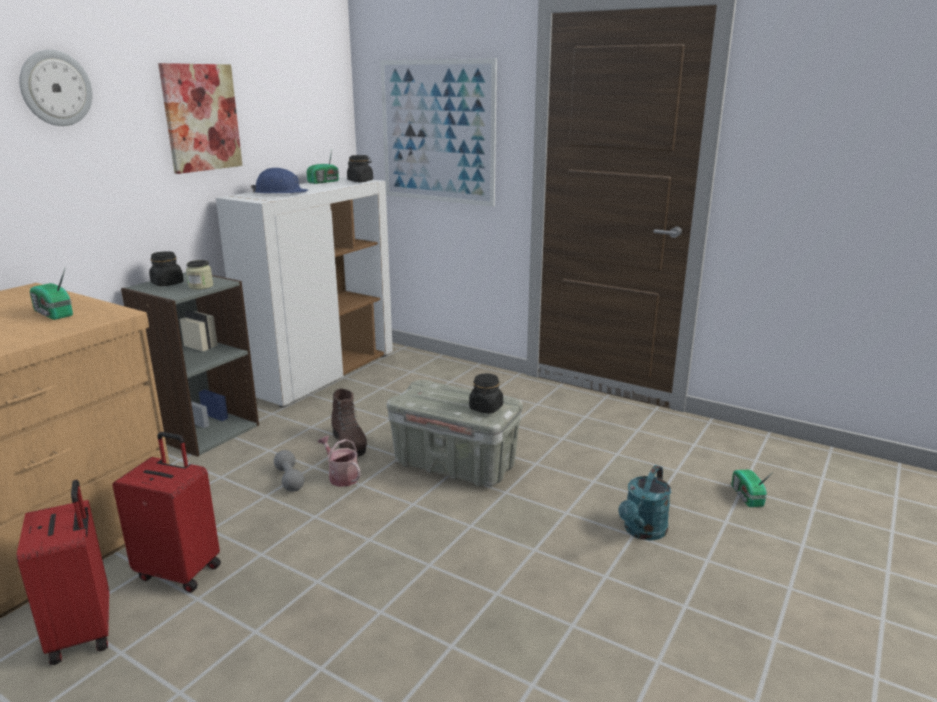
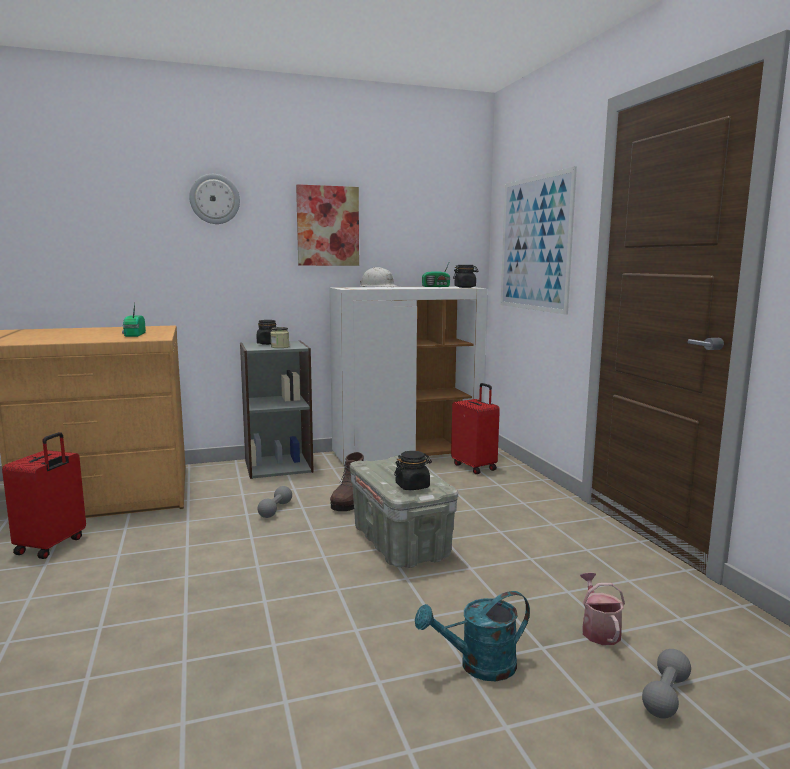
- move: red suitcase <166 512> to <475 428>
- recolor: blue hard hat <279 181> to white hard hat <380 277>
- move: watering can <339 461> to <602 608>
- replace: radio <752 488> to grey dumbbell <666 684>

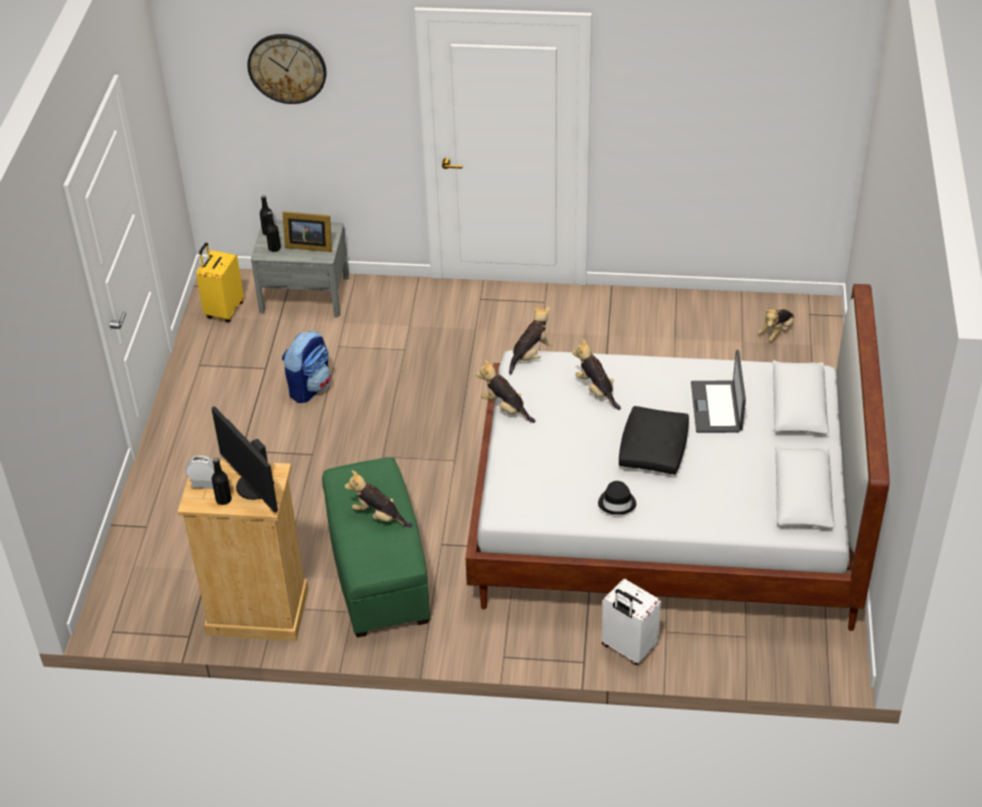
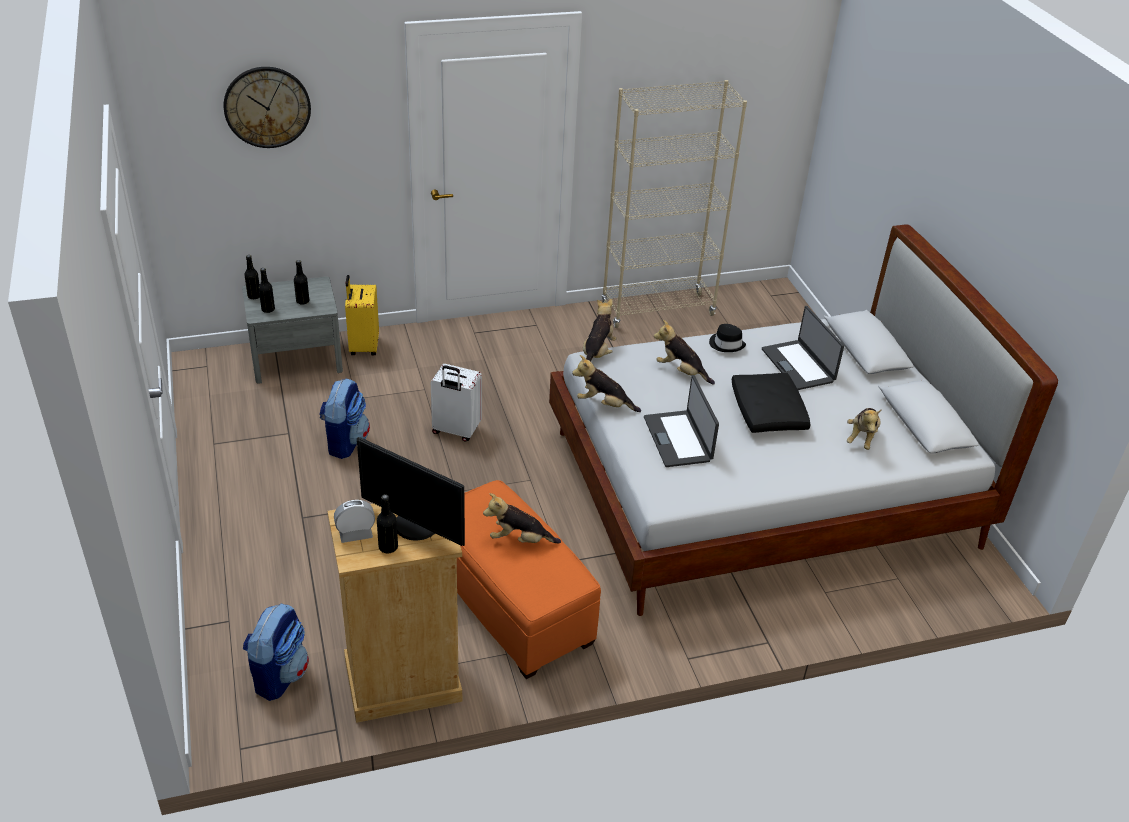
- move: yellow suitcase <220 282> to <362 315>
- replace: picture frame <307 231> to black bottle <301 282>
- recolor: green ottoman <376 547> to orange ottoman <529 579>
- move: black hat <617 498> to <727 338>
- move: white suitcase <631 622> to <456 402>
- move: plush toy <776 325> to <864 429>
- insert: backpack <276 652>
- insert: beige bookcase <674 204>
- insert: laptop <681 421>

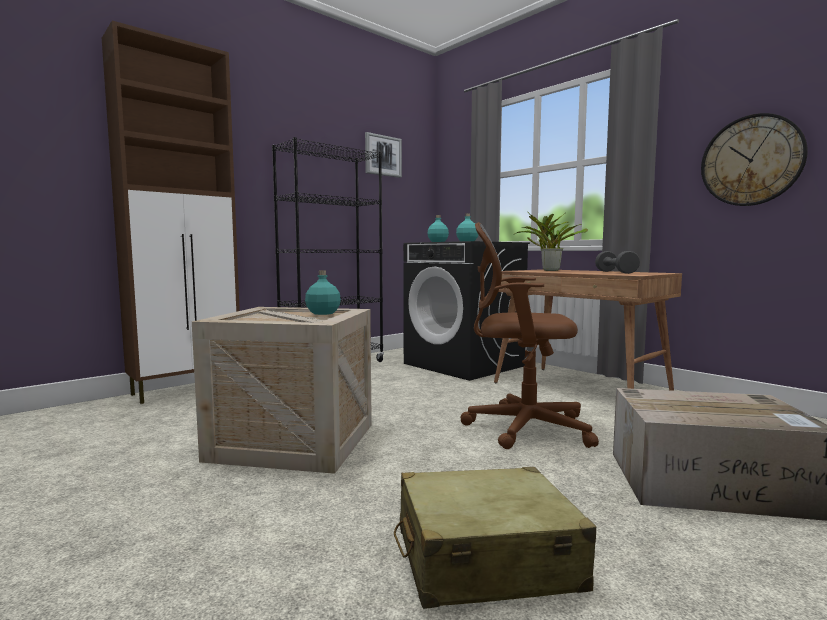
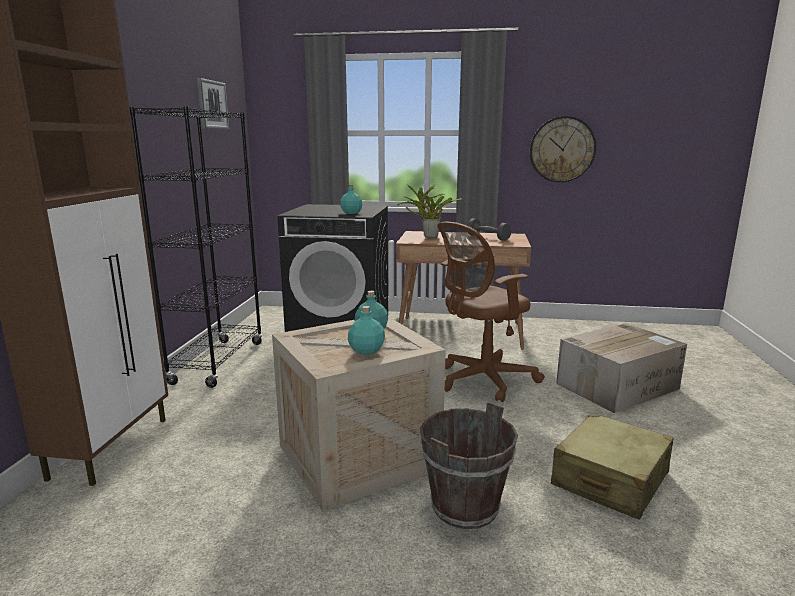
- move: turquoise bottle <438 228> to <366 330>
- insert: brown bucket <469 465>

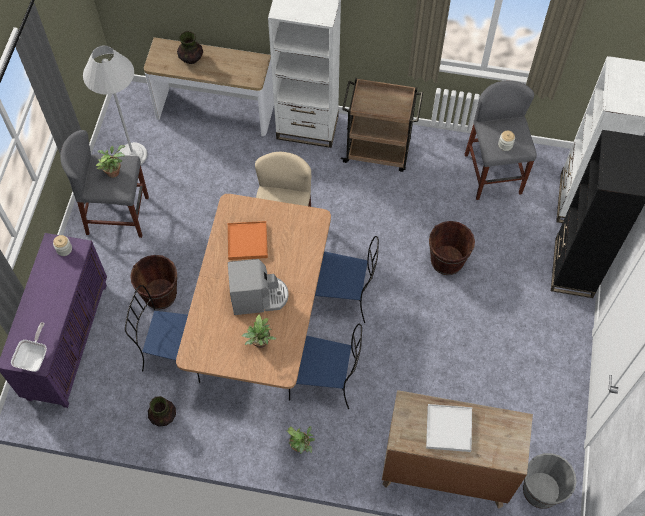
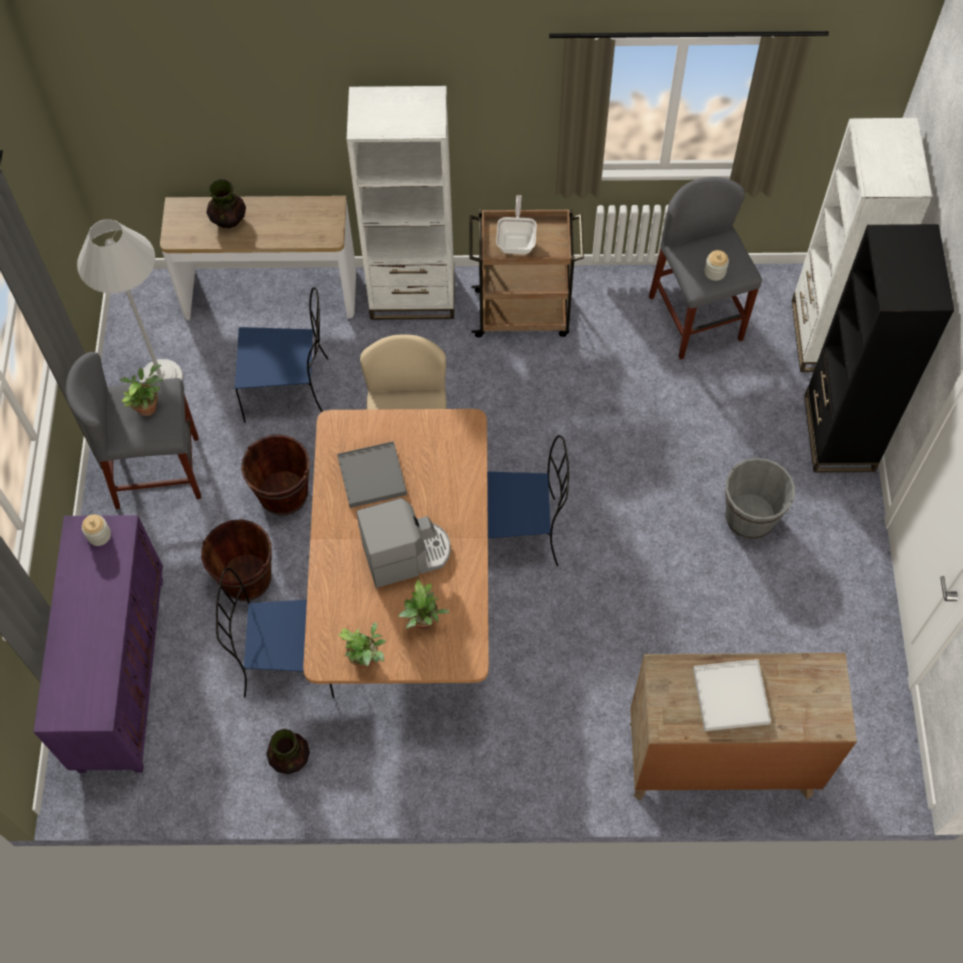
- move: frying pan <29 347> to <516 224>
- recolor: orange tray <248 240> to grey tray <372 474>
- move: potted plant <301 440> to <362 645>
- move: blue chair <325 366> to <281 355>
- move: brown bucket <452 248> to <275 475>
- move: grey bucket <550 481> to <760 498>

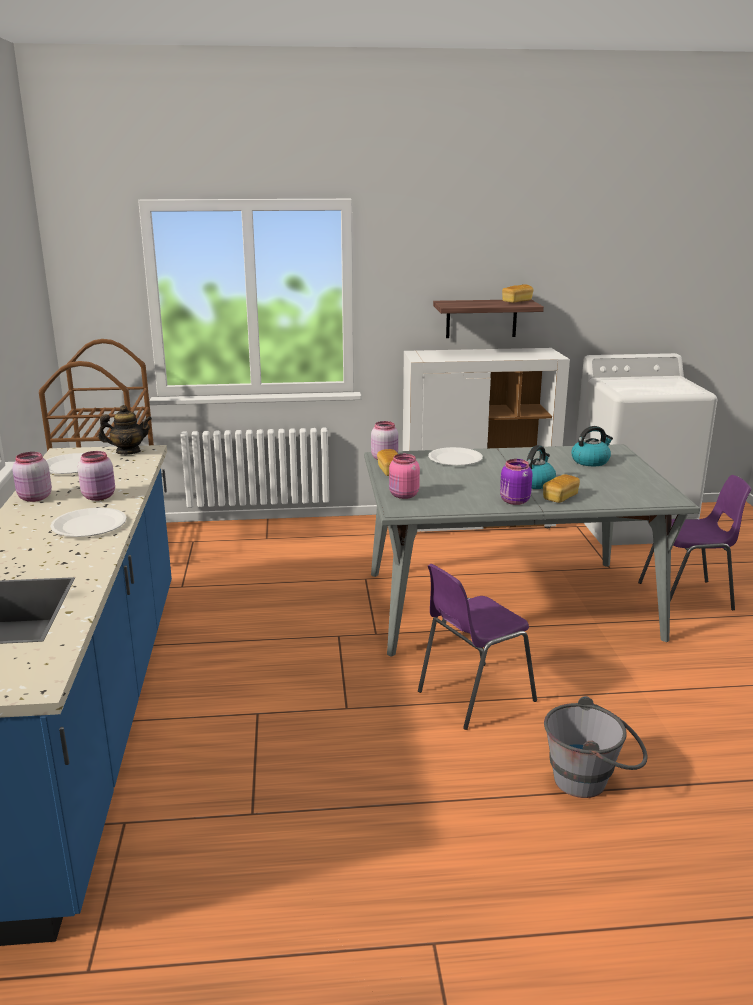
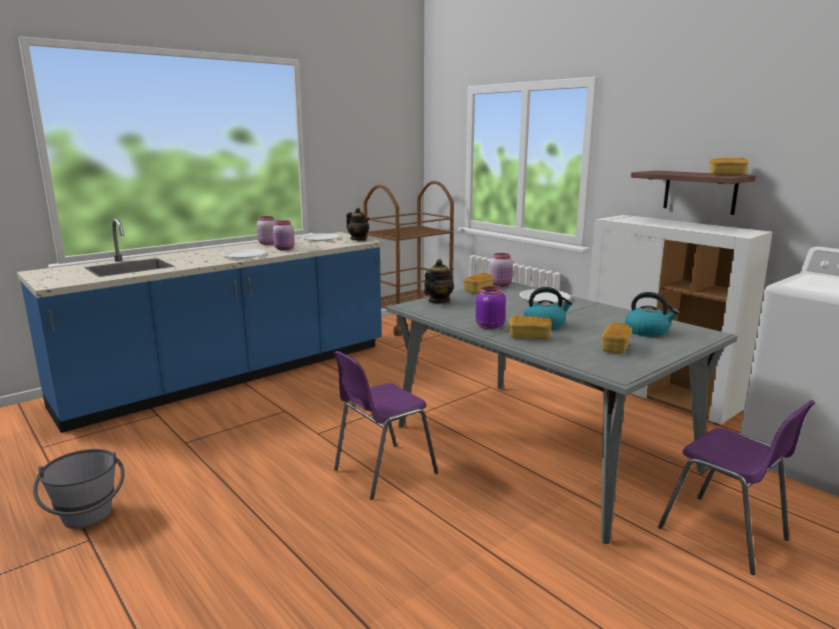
- replace: pink jar <404 476> to teapot <439 281>
- rotate: purple chair <477 647> = <386 425> 60 degrees counterclockwise
- move: grey bucket <595 747> to <79 489>
- insert: bread <617 338>

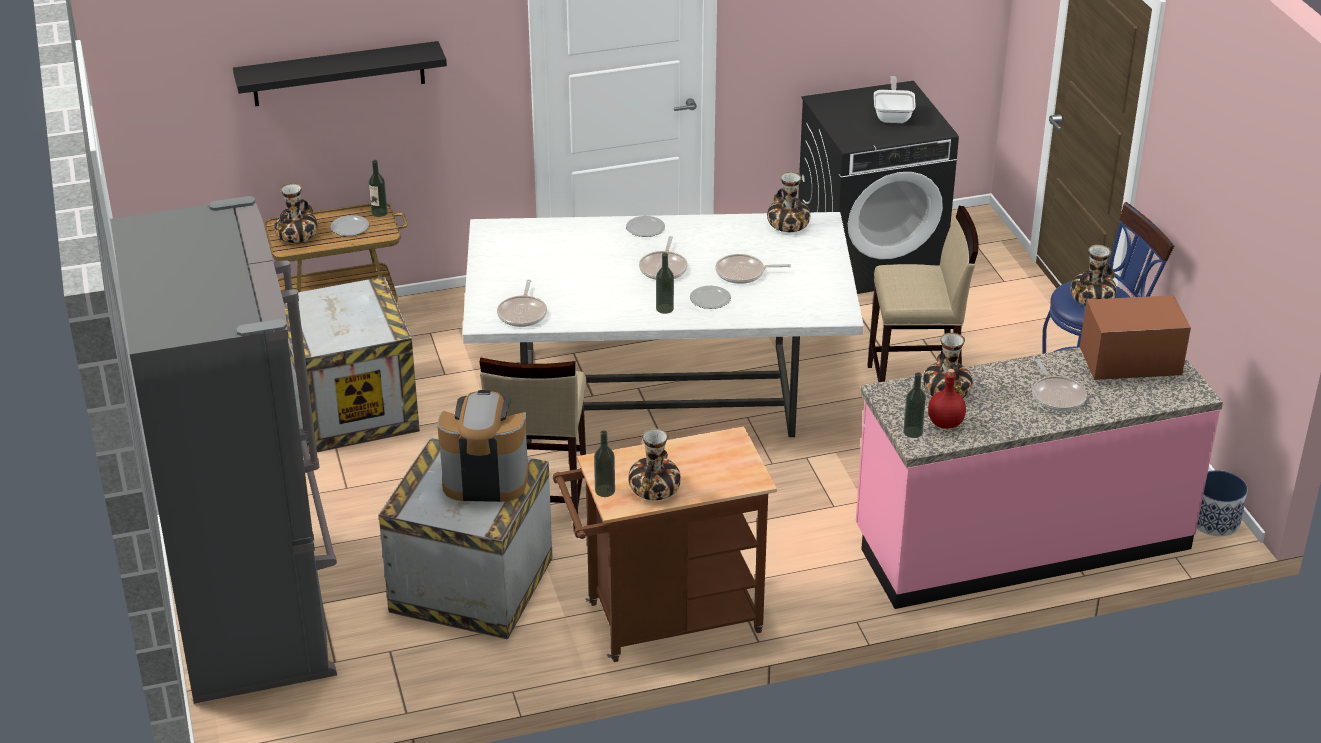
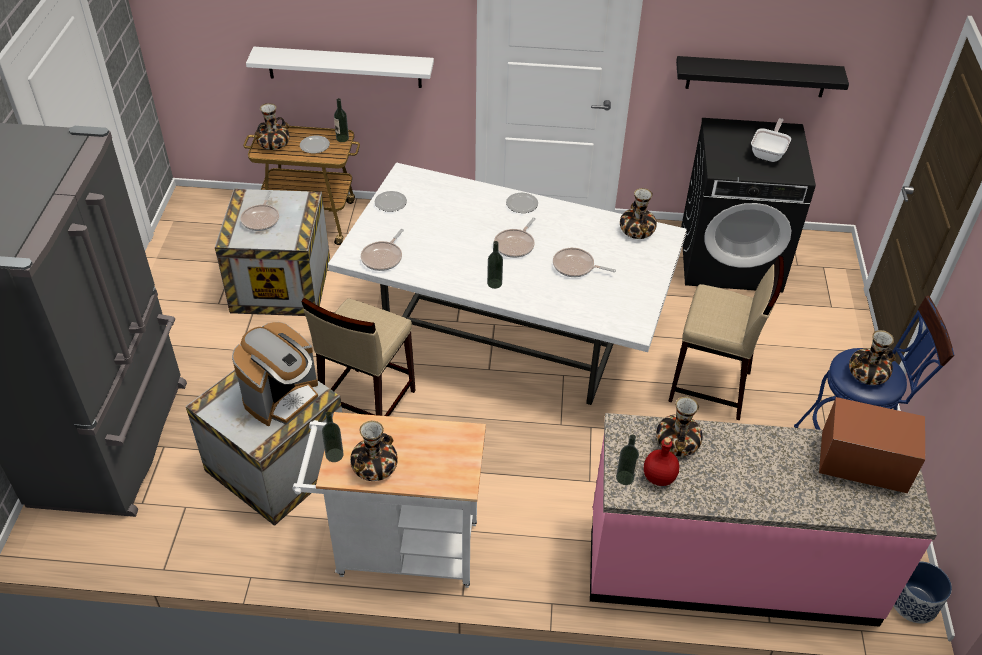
- move: black shelf <340 73> to <762 76>
- rotate: coffee machine <482 446> = <275 374> 105 degrees clockwise
- recolor: brown cart <665 544> to white cart <389 500>
- move: plate <710 297> to <391 201>
- move: frying pan <1059 385> to <259 211>
- insert: white shelf <340 67>

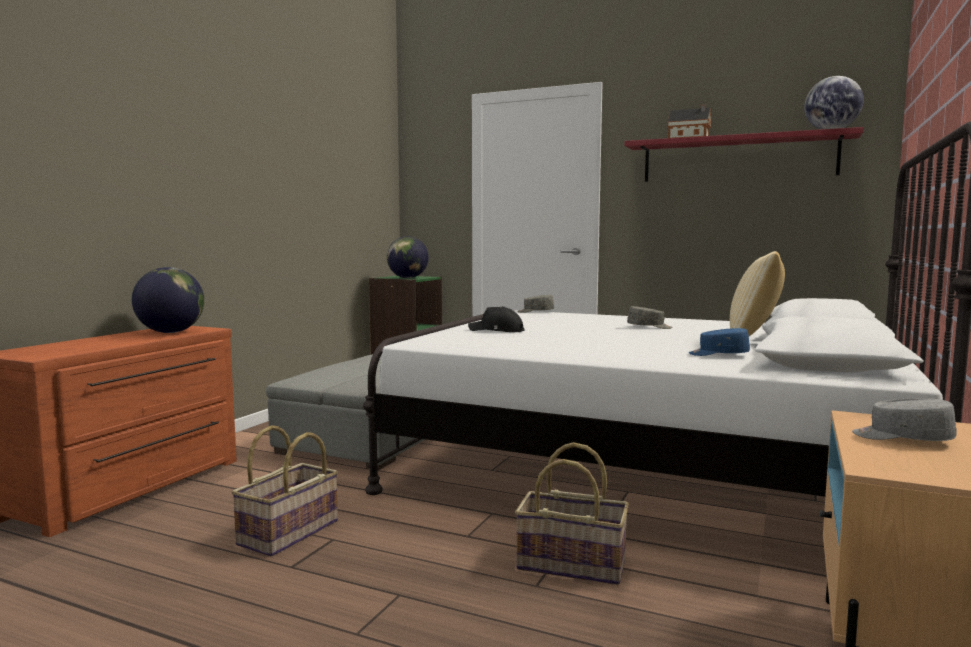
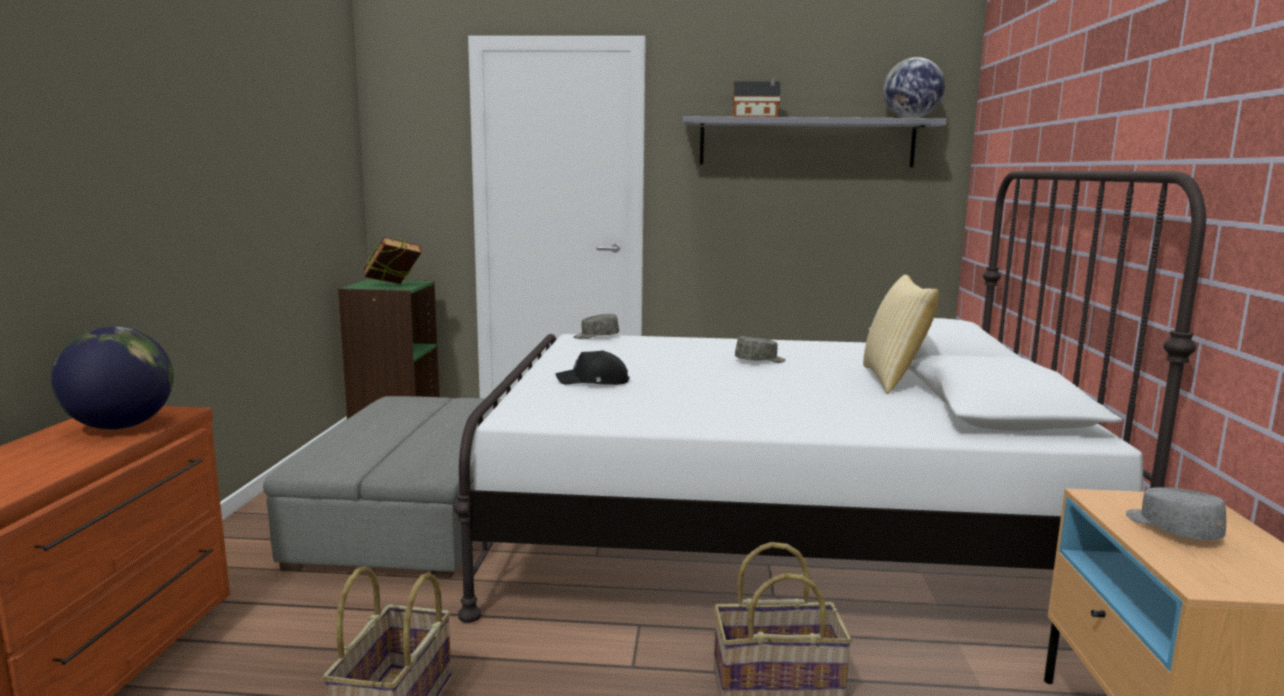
- replace: globe <408 257> to book <393 260>
- recolor: red shelf <743 154> to grey shelf <815 141>
- delete: blue cap <719 342>
- rotate: grey cap <904 419> = <1176 513> 60 degrees clockwise

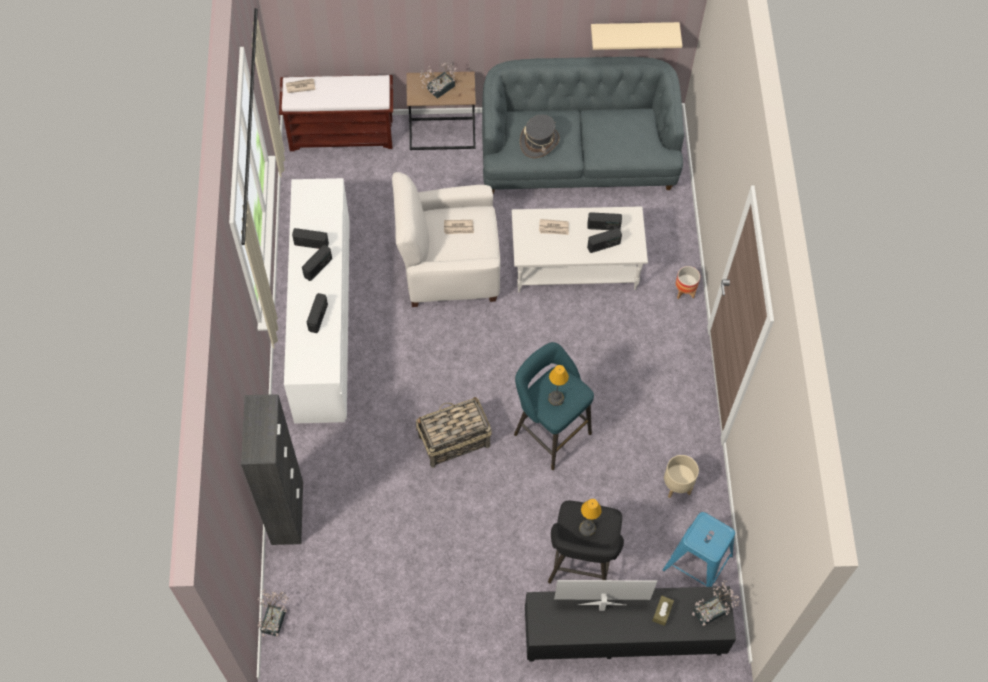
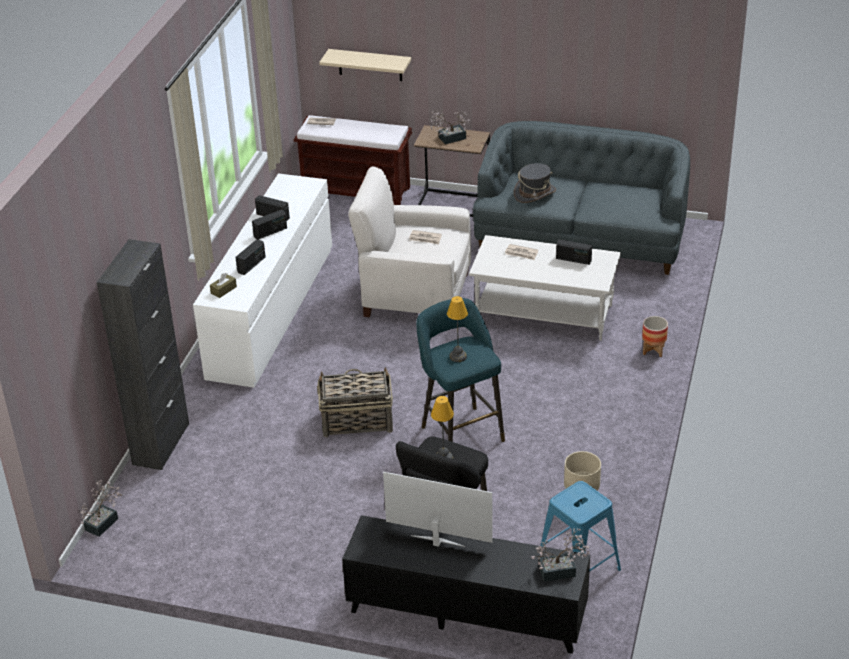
- delete: radio <604 240>
- move: beige shelf <636 36> to <365 65>
- move: brown tissue box <663 611> to <223 285>

